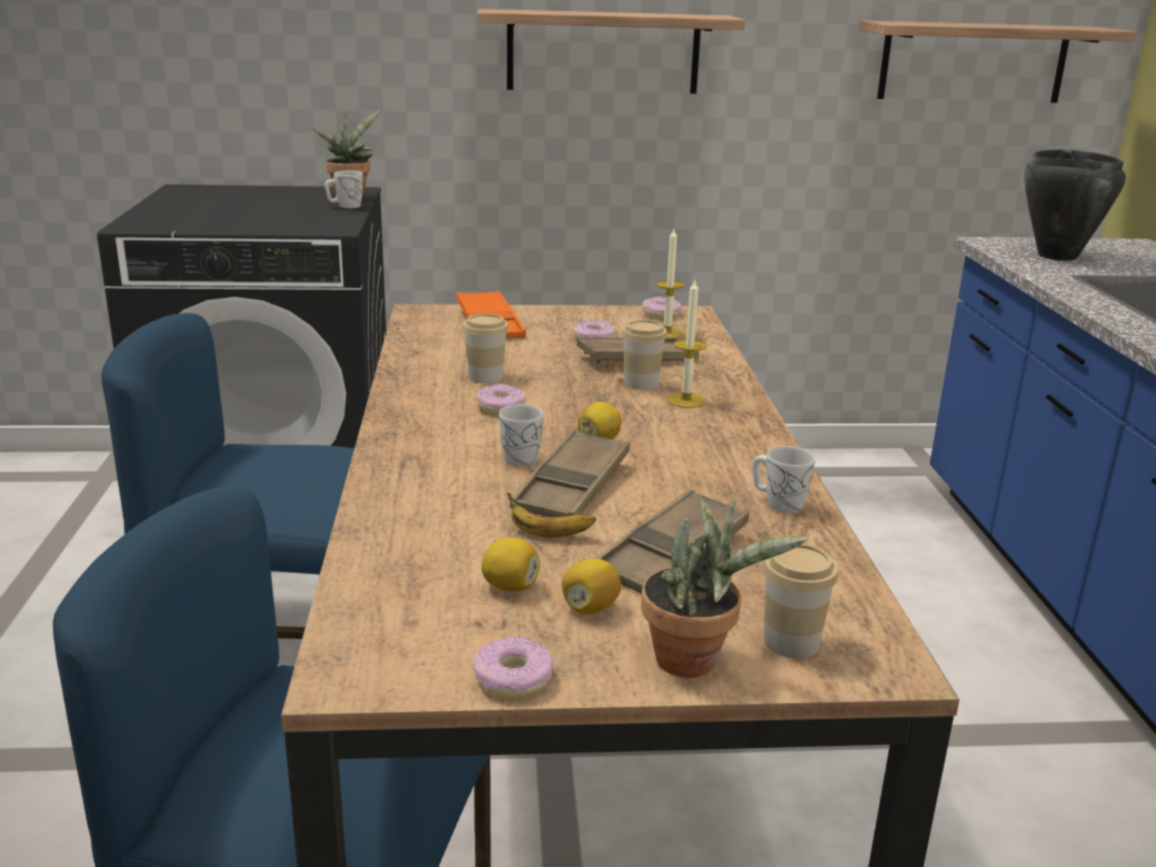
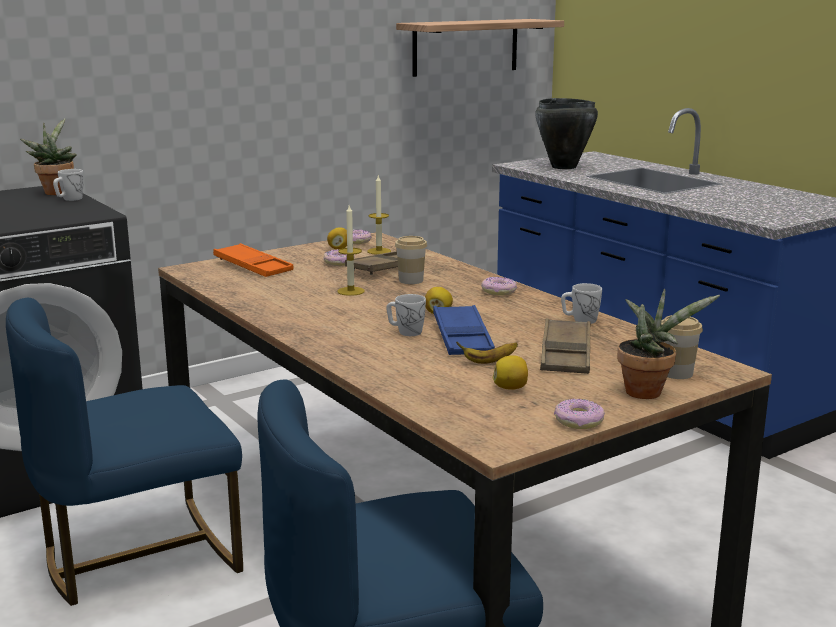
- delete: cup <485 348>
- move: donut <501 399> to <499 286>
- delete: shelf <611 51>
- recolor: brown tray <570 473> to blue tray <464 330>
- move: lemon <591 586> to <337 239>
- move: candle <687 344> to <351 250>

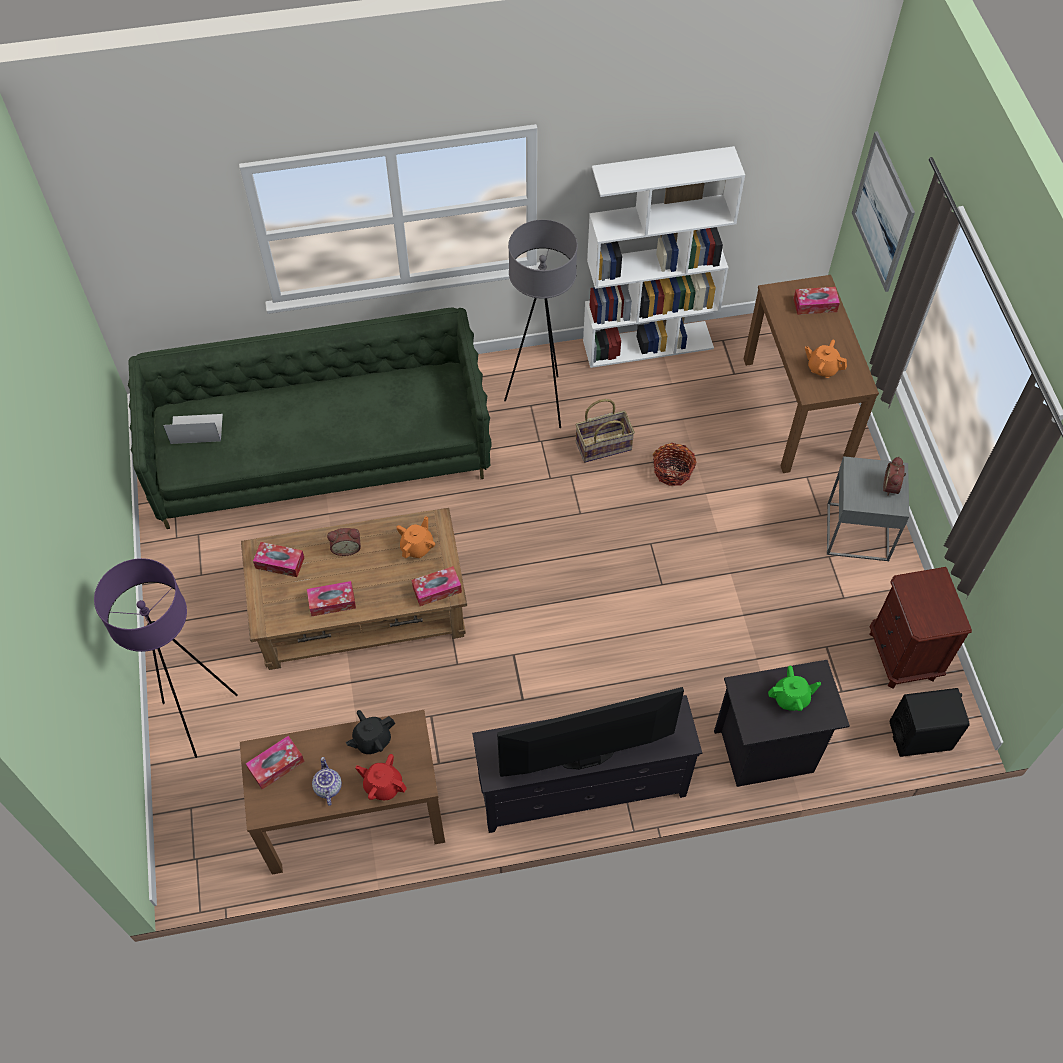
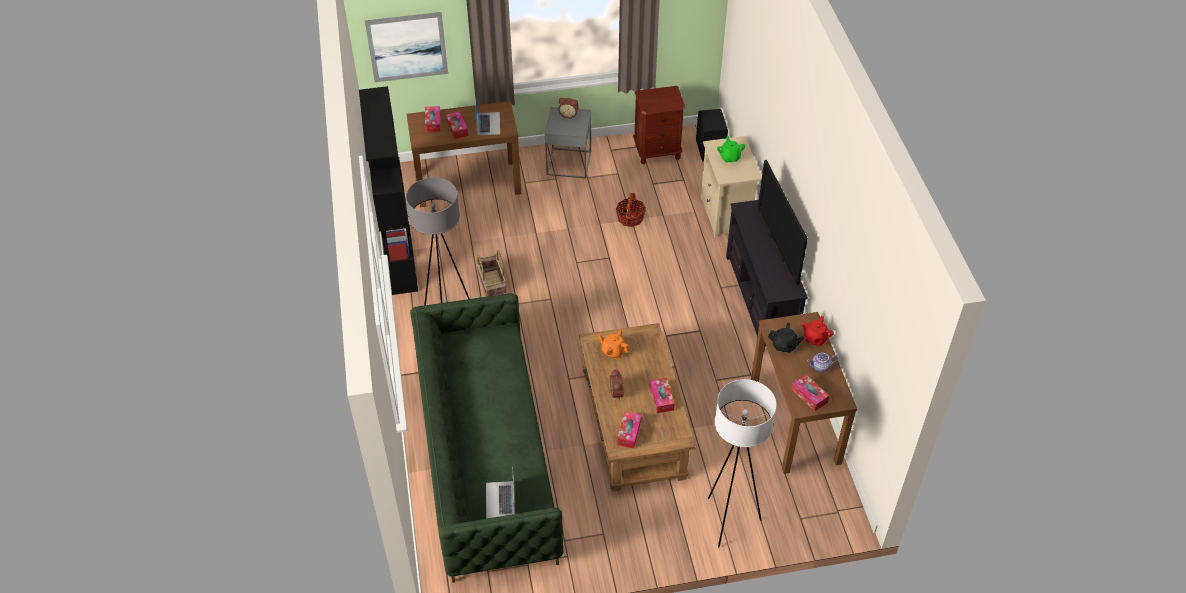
- recolor: purple floor lamp <166 658> to white floor lamp <742 463>
- rotate: black teapot <370 732> = <786 338> 45 degrees counterclockwise
- move: tissue box <437 586> to <457 125>
- recolor: white bookcase <664 257> to black bookcase <388 190>
- move: basket <674 464> to <631 210>
- recolor: black nightstand <782 723> to beige nightstand <731 187>
- replace: orange teapot <826 359> to laptop <488 118>

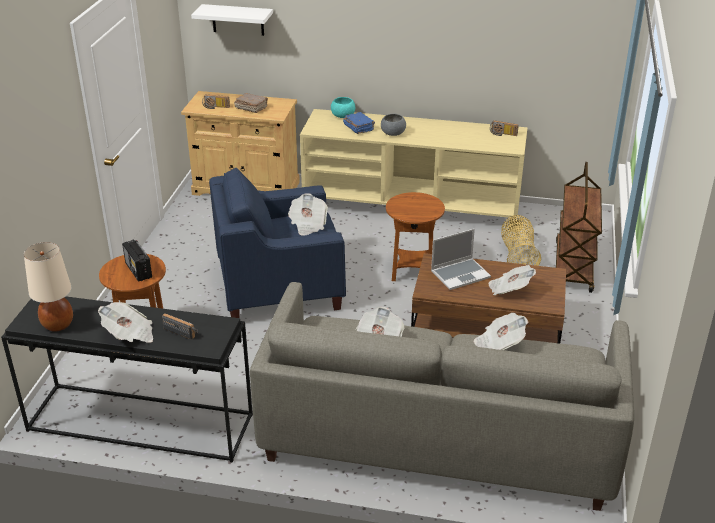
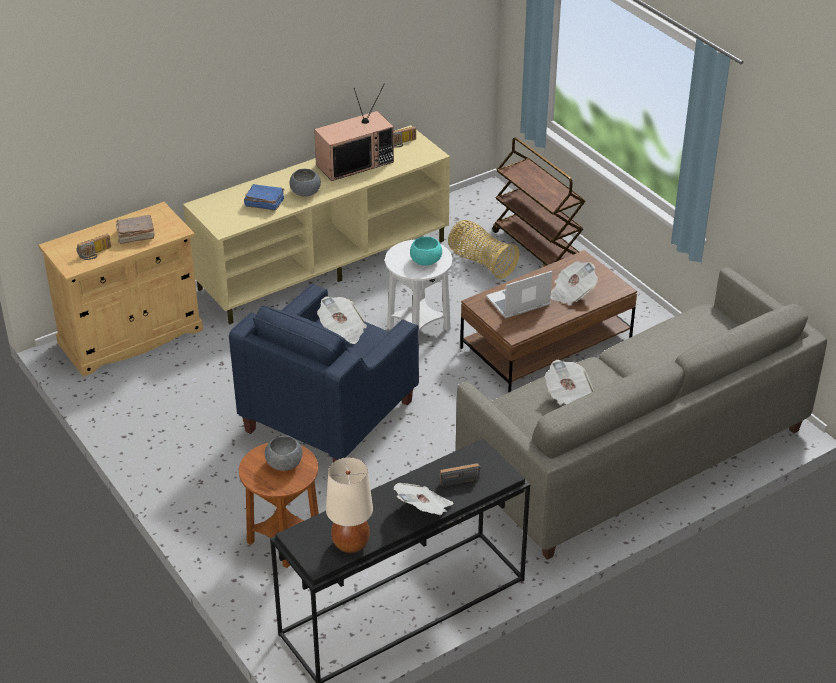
- replace: radio <137 261> to grey bowl <283 453>
- delete: white shelf <232 20>
- move: turquoise bowl <343 107> to <426 251>
- recolor: brown side table <415 236> to white side table <418 286>
- rotate: laptop <461 259> = <519 294> 135 degrees counterclockwise
- delete: newspaper <501 331>
- insert: television <354 132>

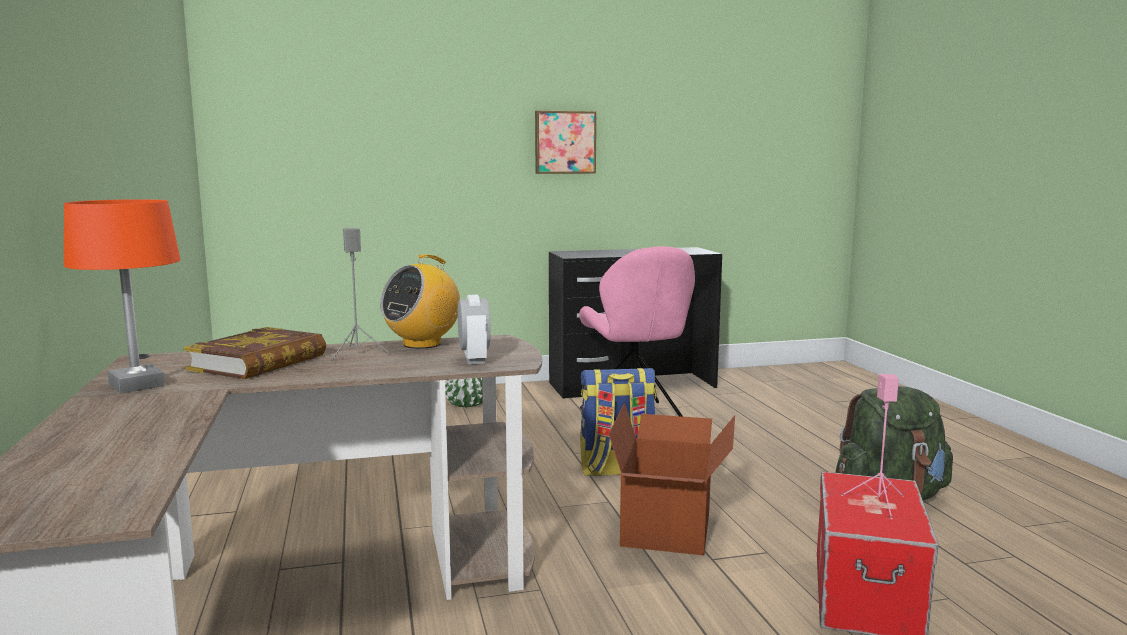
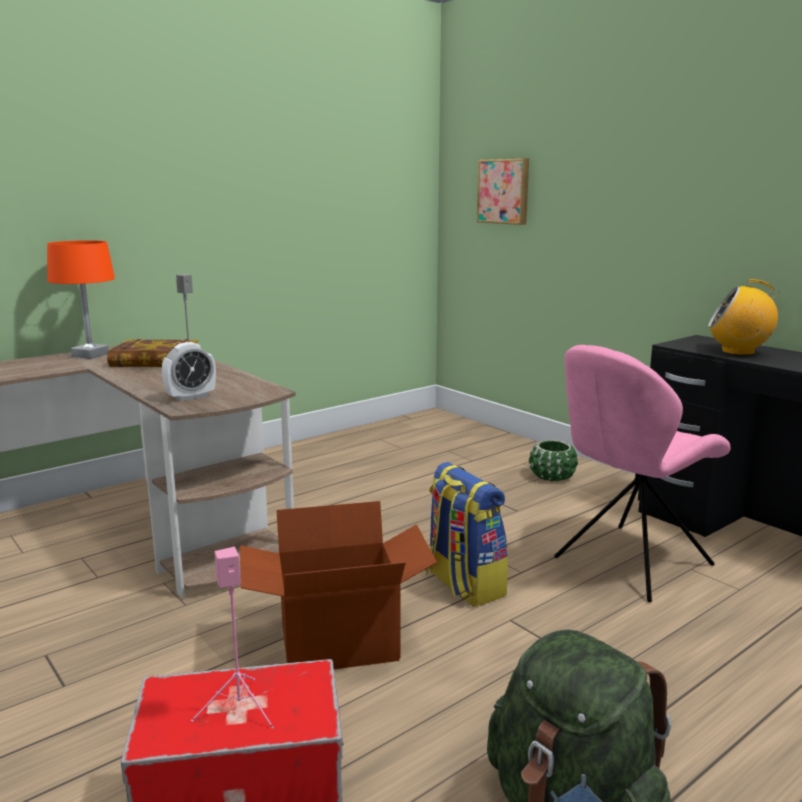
- move: radio <420 301> to <743 317>
- move: picture <565 142> to <503 191>

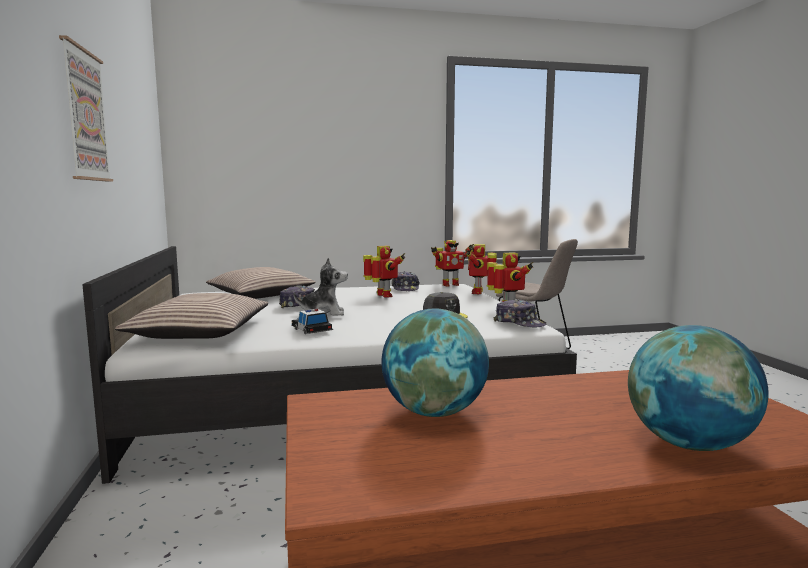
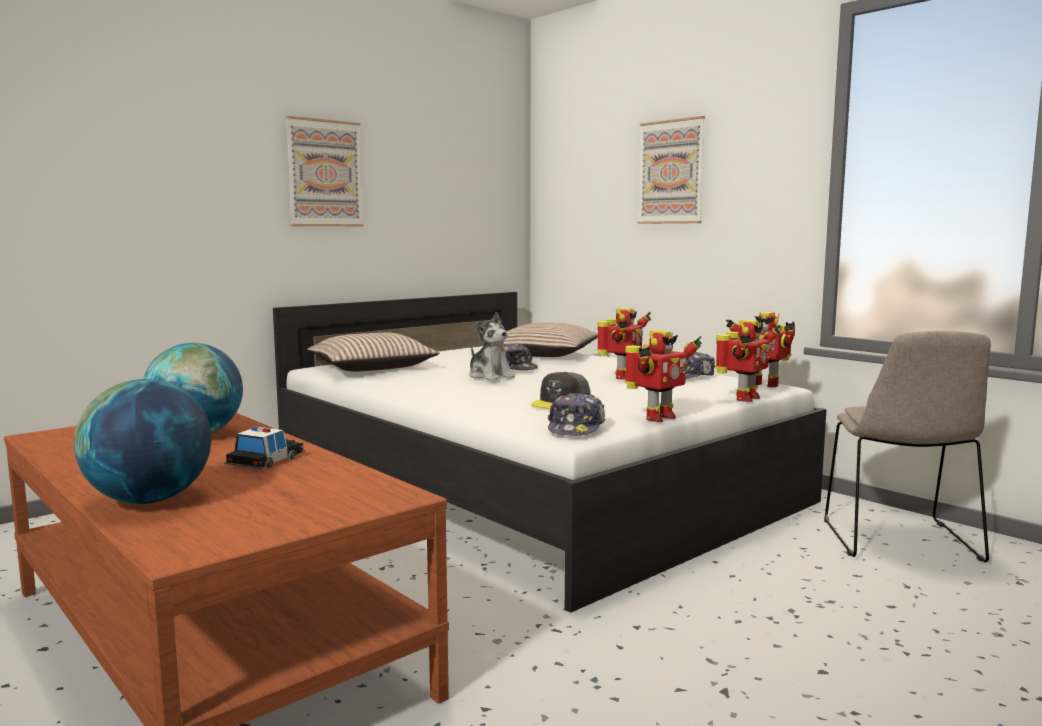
- move: toy car <312 321> to <264 448>
- rotate: toy robot <481 269> = <748 361> 150 degrees clockwise
- insert: picture <671 170>

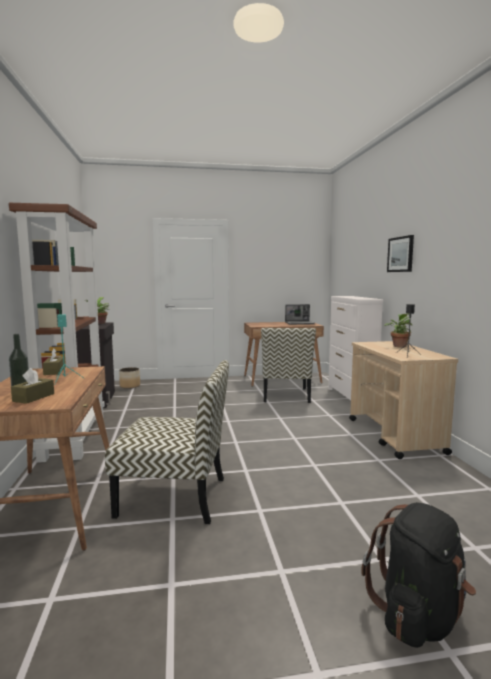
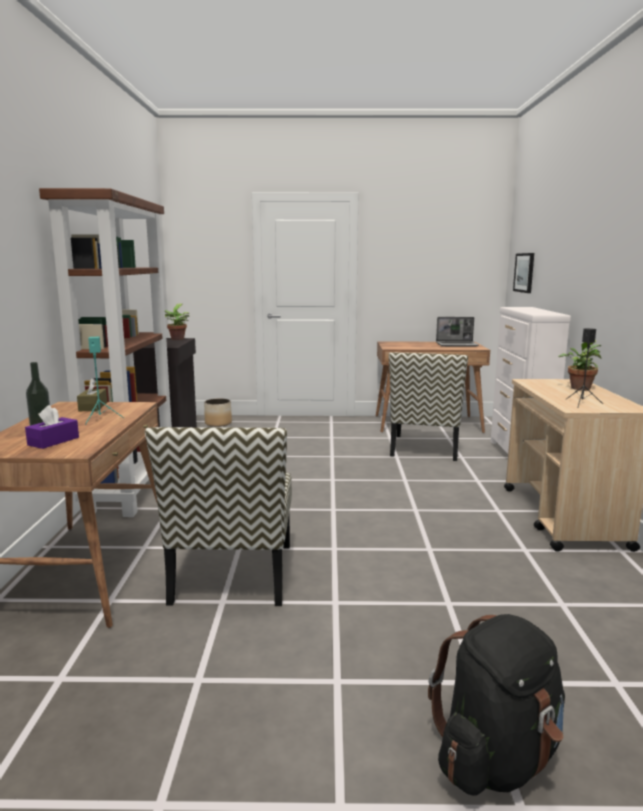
- recolor: brown tissue box <32 386> to purple tissue box <52 427>
- rotate: chair <167 442> = <218 516> 75 degrees clockwise
- move: picture <400 253> to <523 273>

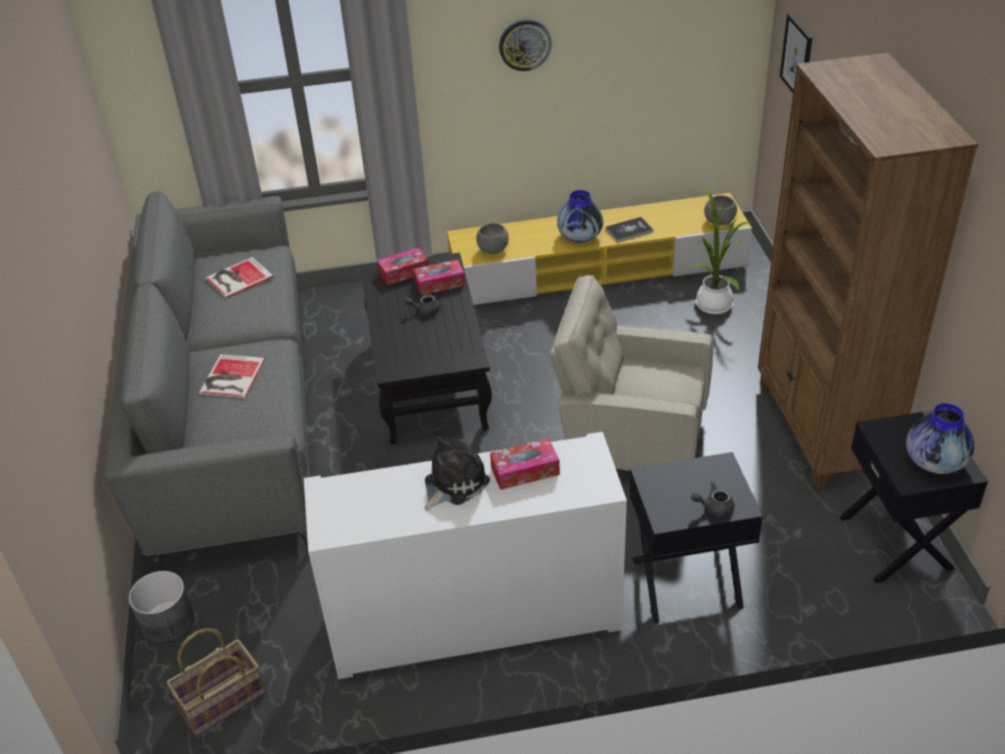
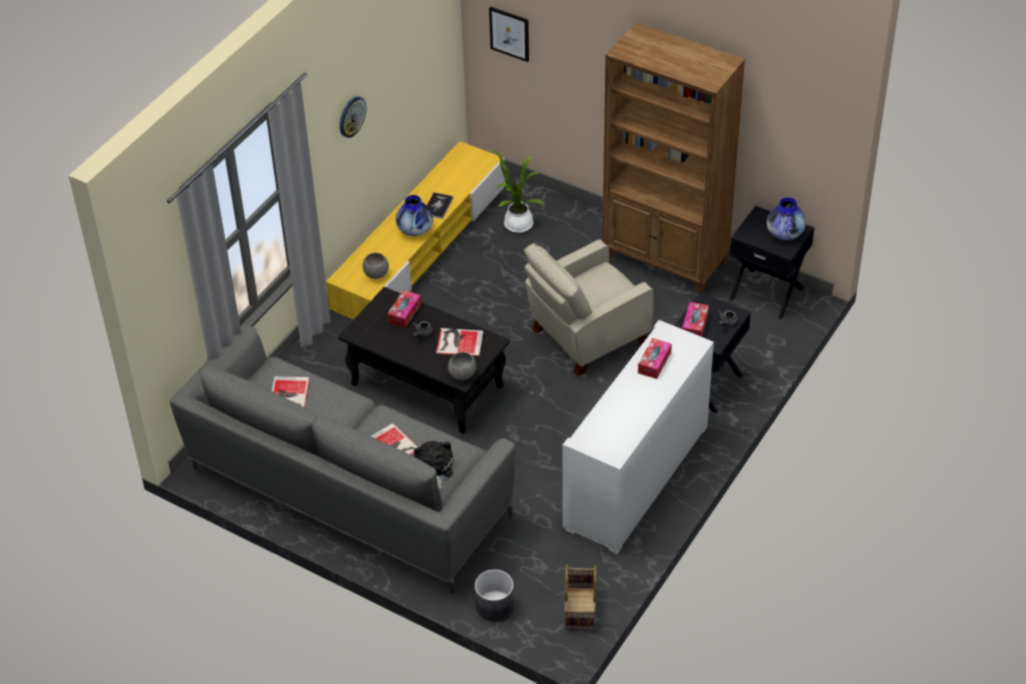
- move: tissue box <403 266> to <695 319>
- move: plush toy <457 474> to <433 465>
- move: grey bowl <720 210> to <462 366>
- insert: book <459 342>

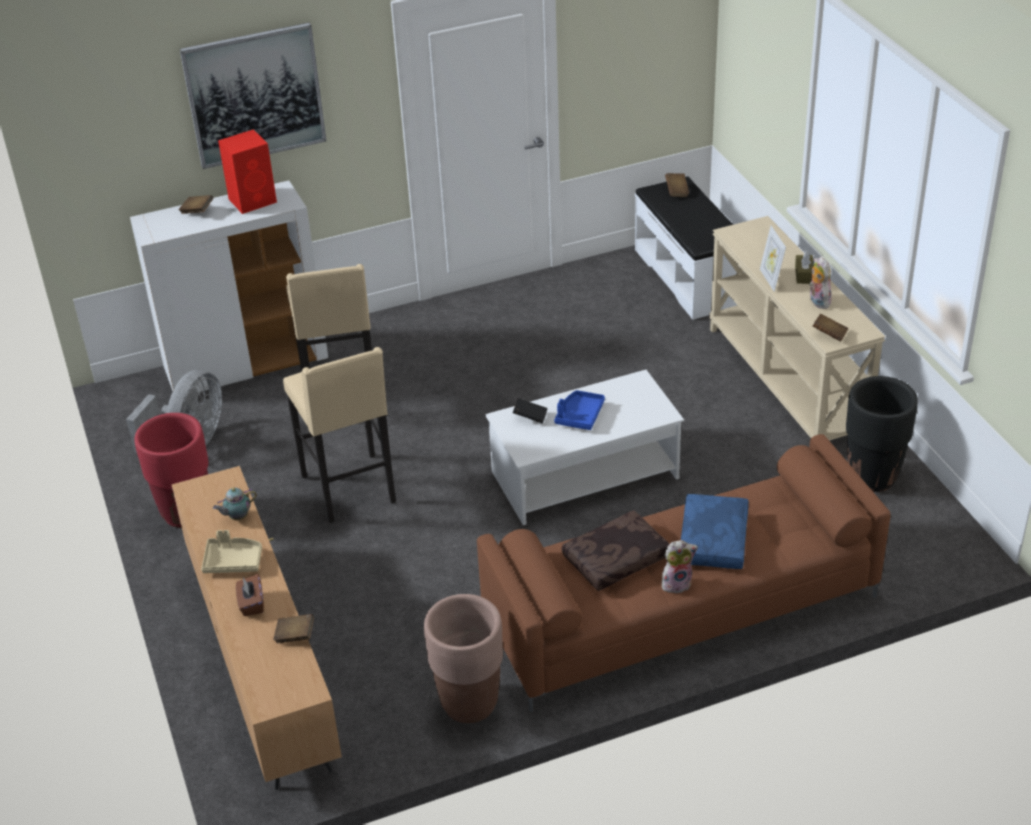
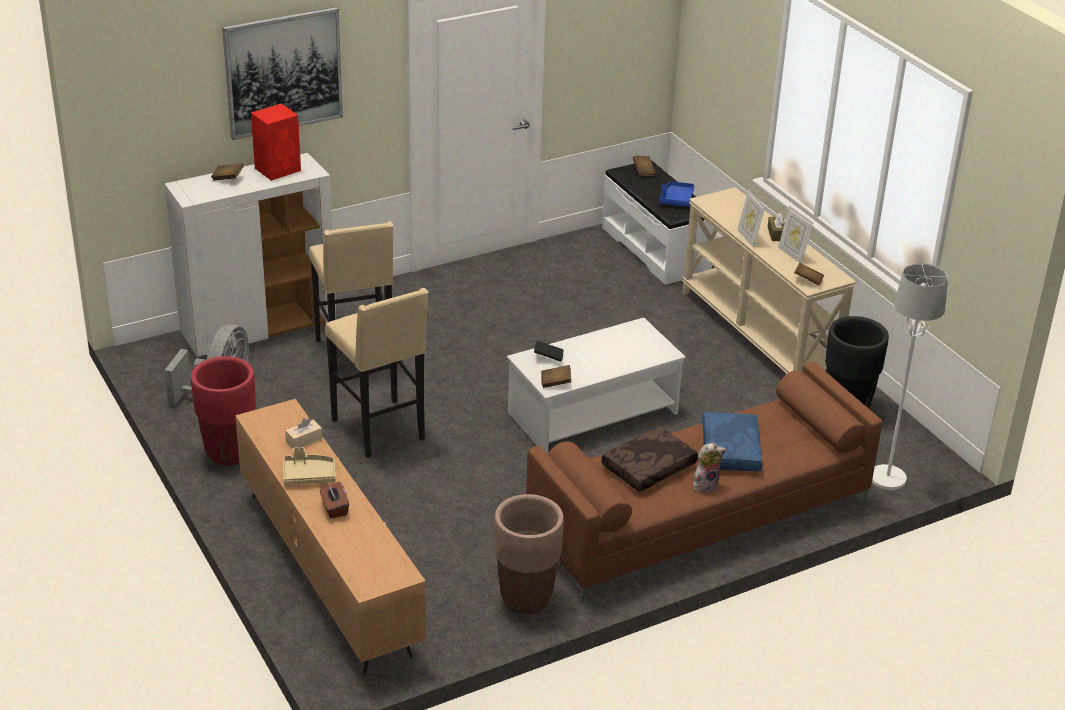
- replace: teapot <235 504> to beige tissue box <303 433>
- move: brown book <293 628> to <556 376>
- move: blue tray <579 410> to <677 194>
- replace: plush toy <820 283> to picture frame <795 235>
- insert: white floor lamp <910 376>

